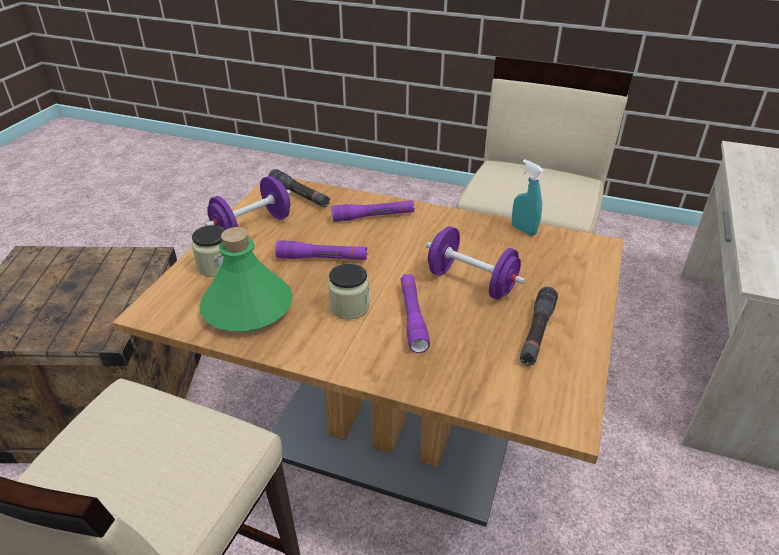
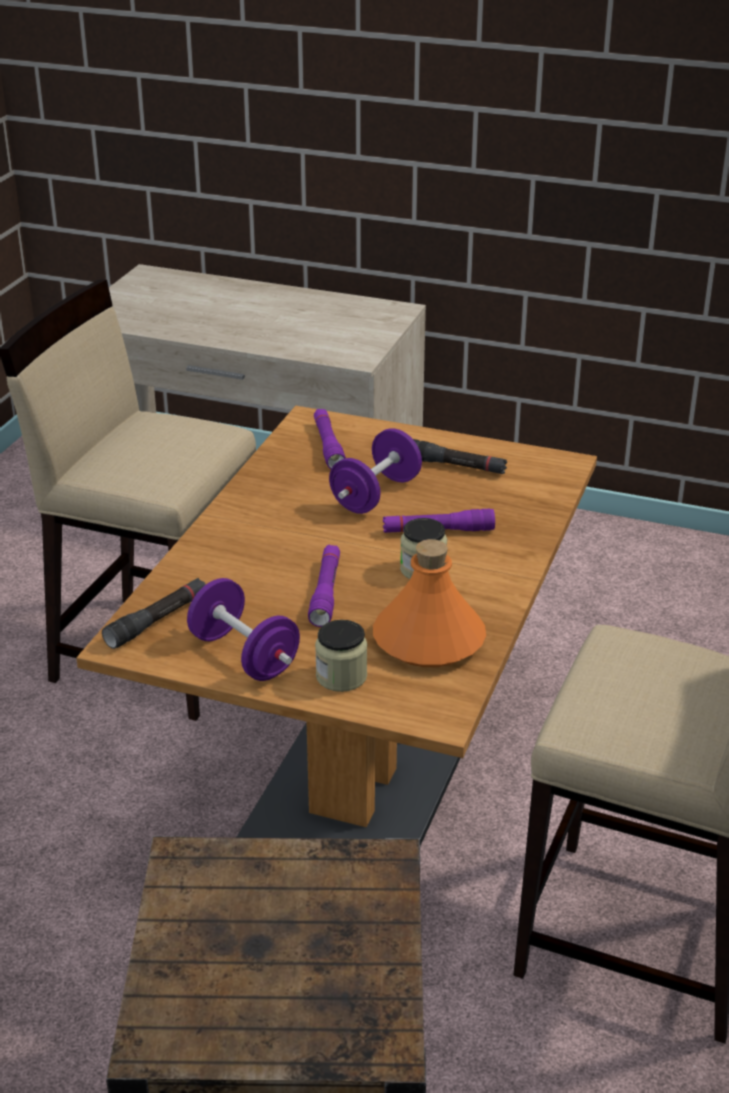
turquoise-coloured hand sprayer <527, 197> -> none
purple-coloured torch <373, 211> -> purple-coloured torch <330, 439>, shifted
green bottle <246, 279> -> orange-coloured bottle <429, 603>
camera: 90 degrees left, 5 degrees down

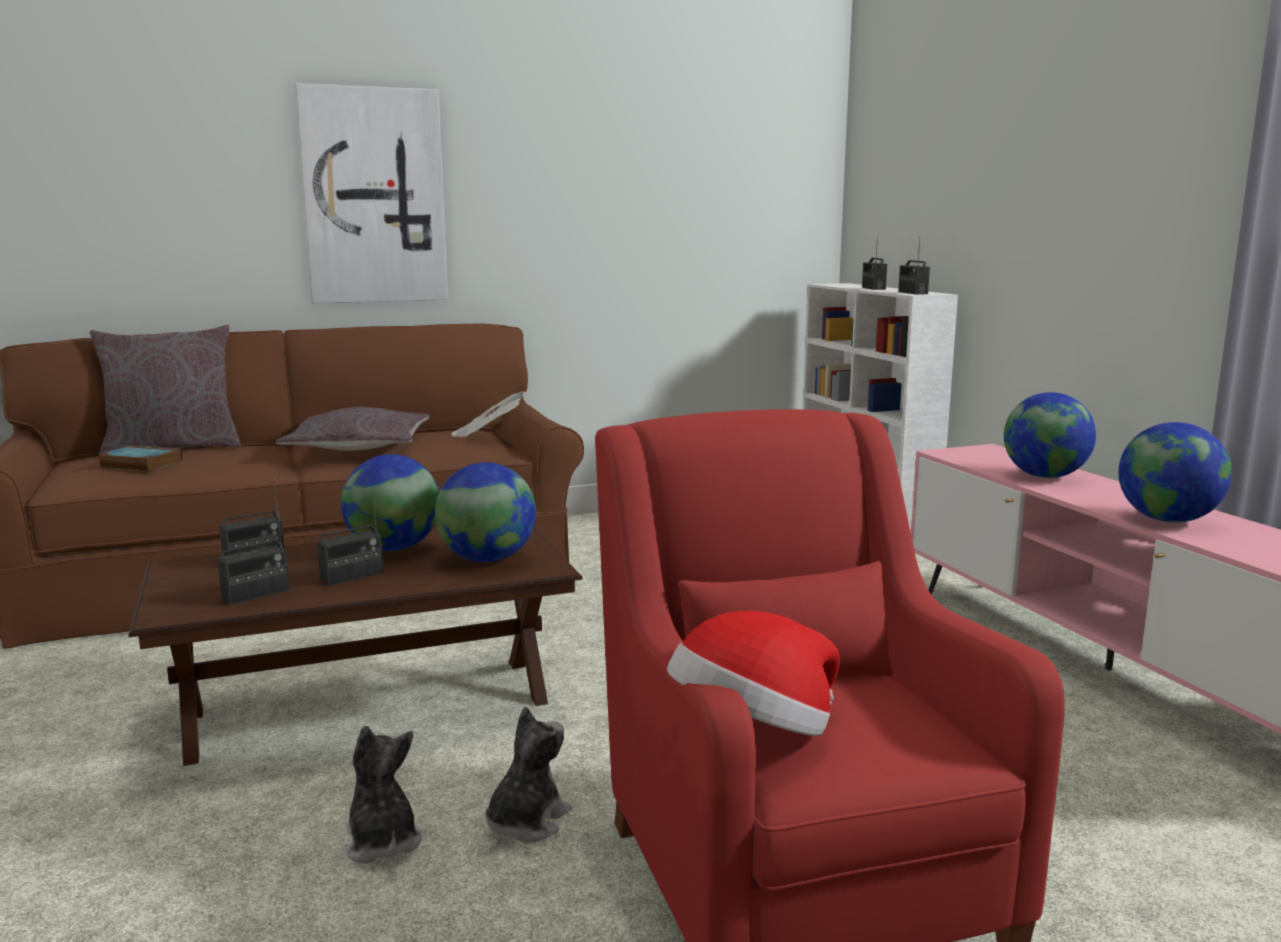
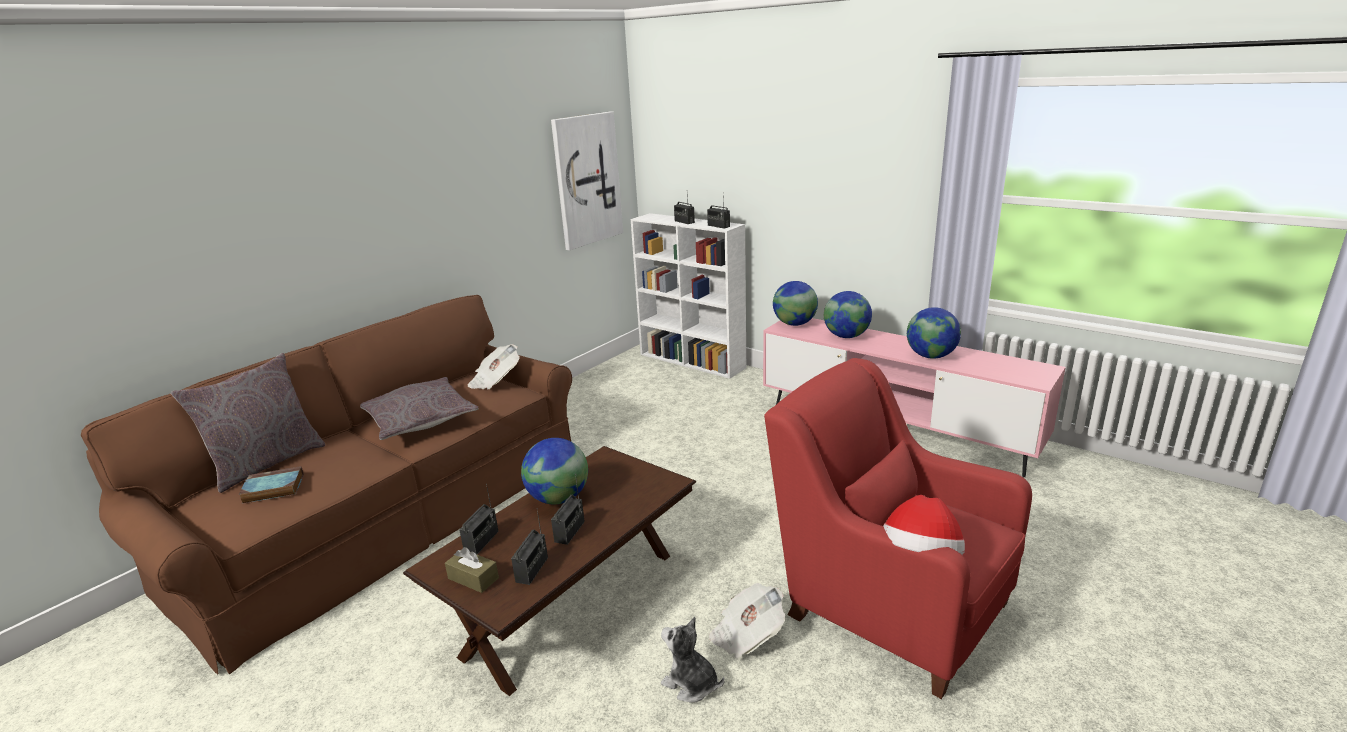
wall art <371, 193> -> wall art <587, 180>, shifted
world globe <485, 512> -> world globe <795, 303>, shifted
soft toy <529, 775> -> newspaper <747, 621>
none -> brown tissue box <472, 570>
camera: 30 degrees left, 10 degrees up

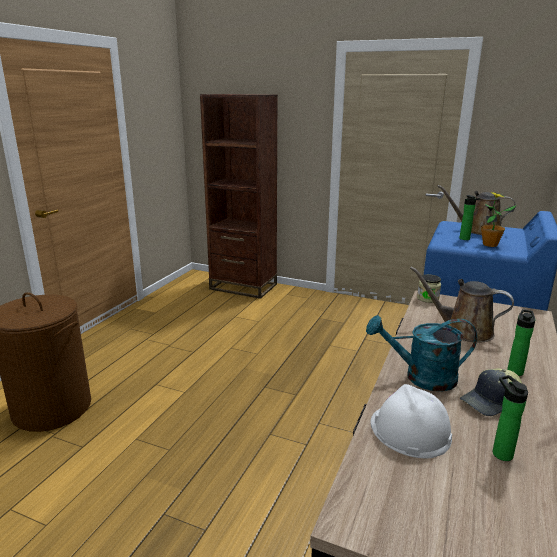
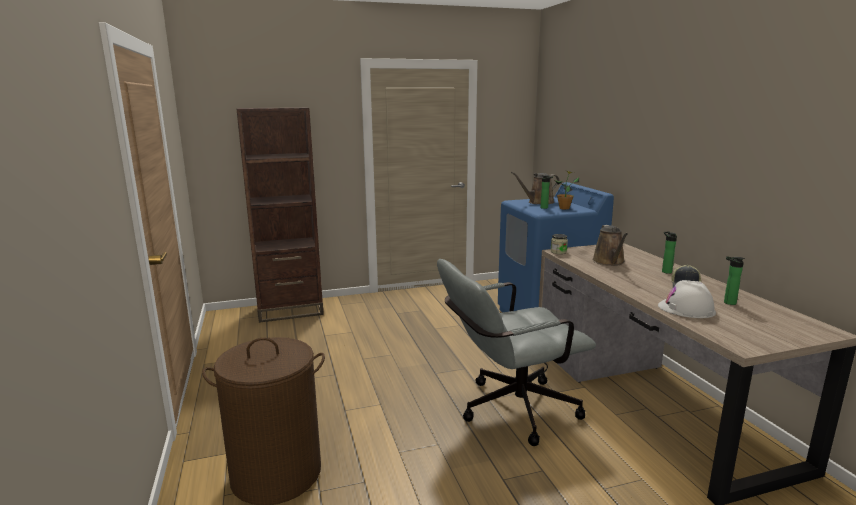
brown watering pot <462, 304> -> brown watering pot <610, 245>, 75 degrees counterclockwise
turquoise-coloured watering pot <421, 353> -> none
none -> greyish computer chair <516, 352>
camera: 40 degrees left, 5 degrees down

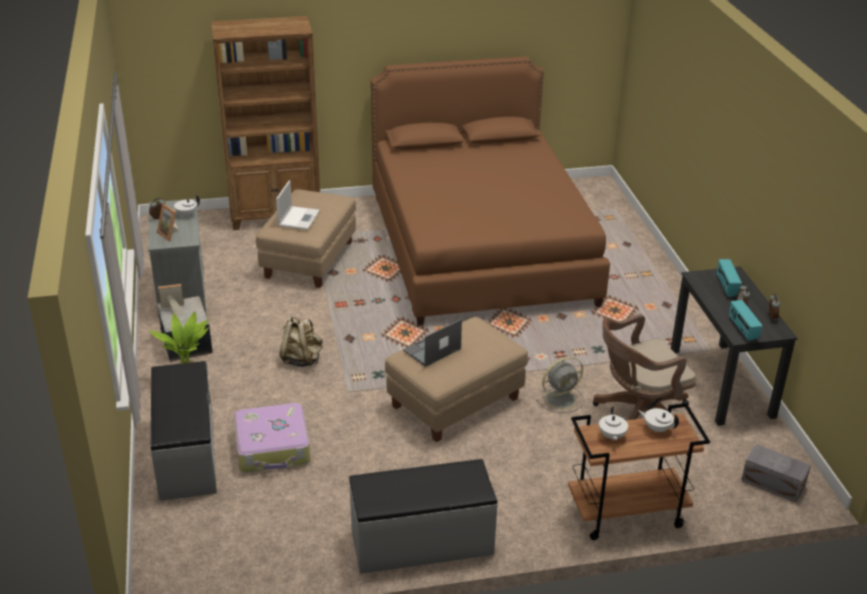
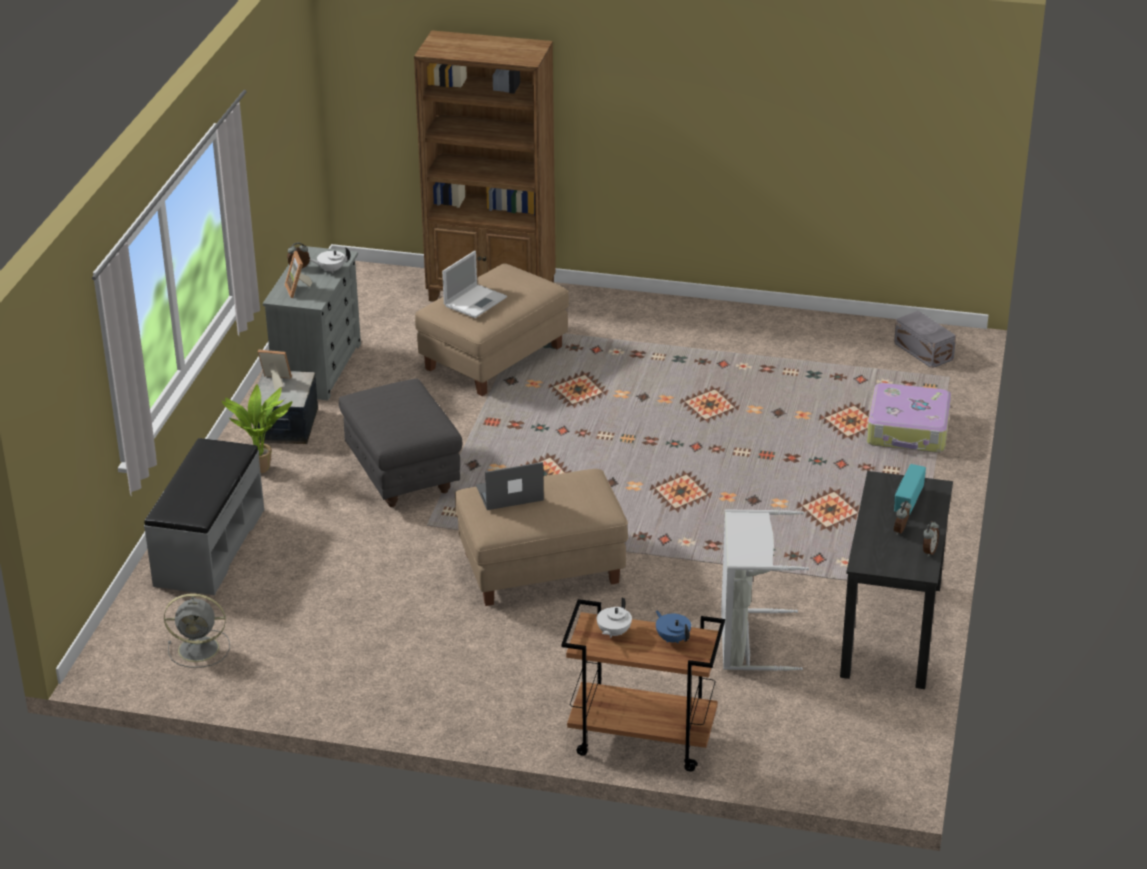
brown bed <490, 191> -> none
radio receiver <746, 320> -> none
brown computer chair <644, 367> -> greyish laundry basket <765, 590>
beige knapsack <301, 341> -> greyish ottoman <400, 442>
greyish cooling fan <560, 385> -> greyish cooling fan <197, 630>, shifted
travel case <272, 437> -> travel case <909, 418>, shifted
whitish teapot <658, 420> -> bluish teapot <673, 627>
greyish storage bin <776, 473> -> greyish storage bin <925, 339>, shifted
greyish indoor bench <423, 516> -> none
camera: 25 degrees right, 0 degrees up

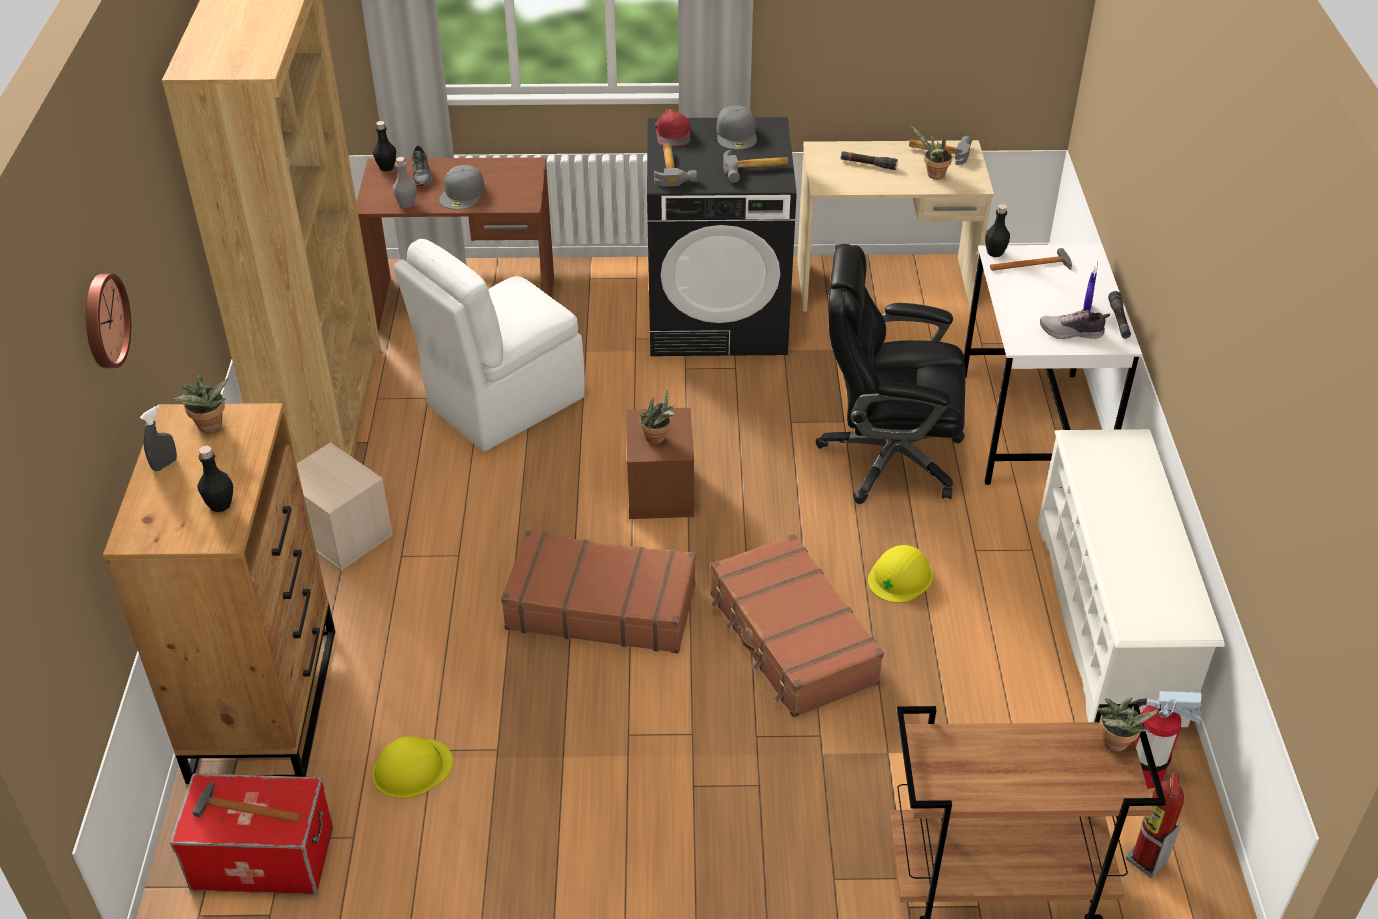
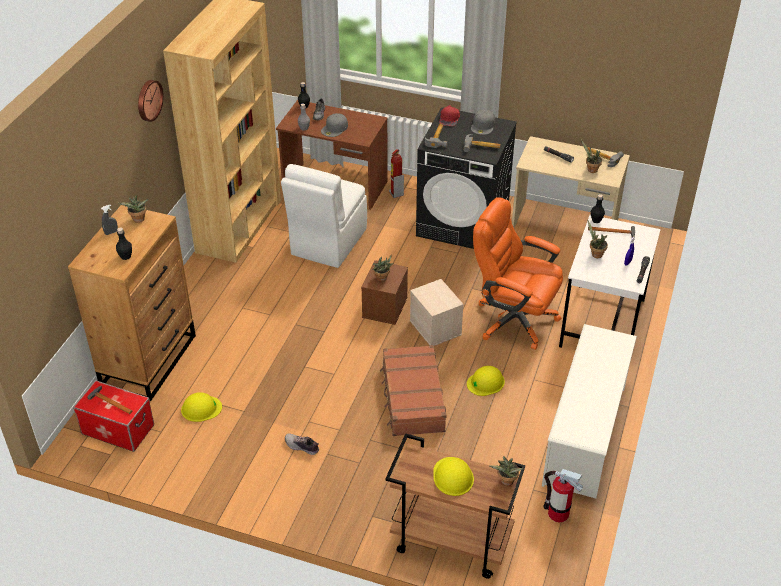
whitish upright chair <489, 345> -> whitish upright chair <324, 216>, 45 degrees counterclockwise
black-coloured computer chair <891, 374> -> orange-coloured computer chair <518, 273>
hanging clock <108, 321> -> hanging clock <151, 101>, shifted
shoe <1075, 324> -> shoe <302, 444>, shifted
beige storage bin <345, 506> -> beige storage bin <437, 312>, shifted
brown travel case <598, 592> -> none
fire-fighting cylinder <1155, 825> -> fire-fighting cylinder <396, 173>, shifted
none -> houseplant <598, 239>
none -> yellowish safety helmet <453, 476>
camera: 20 degrees right, 0 degrees up

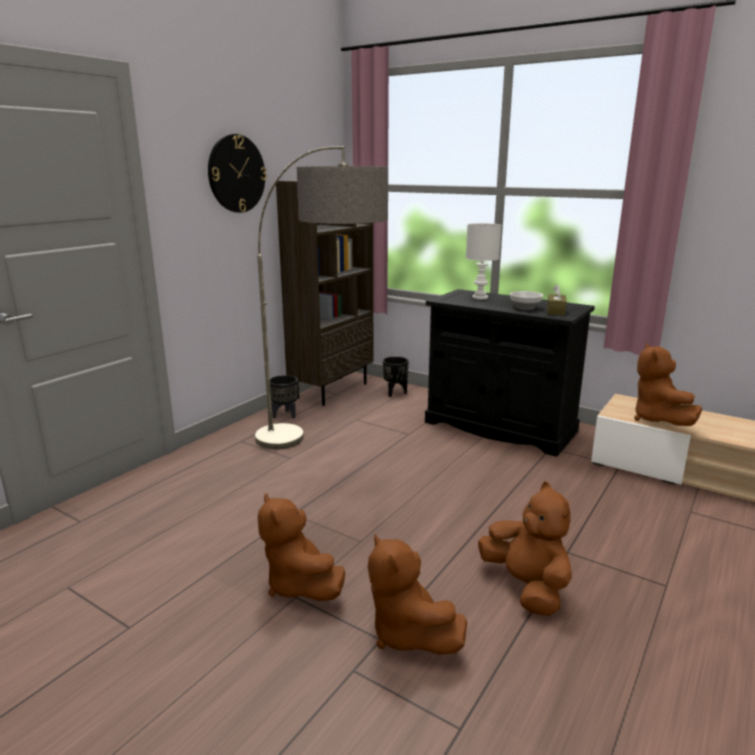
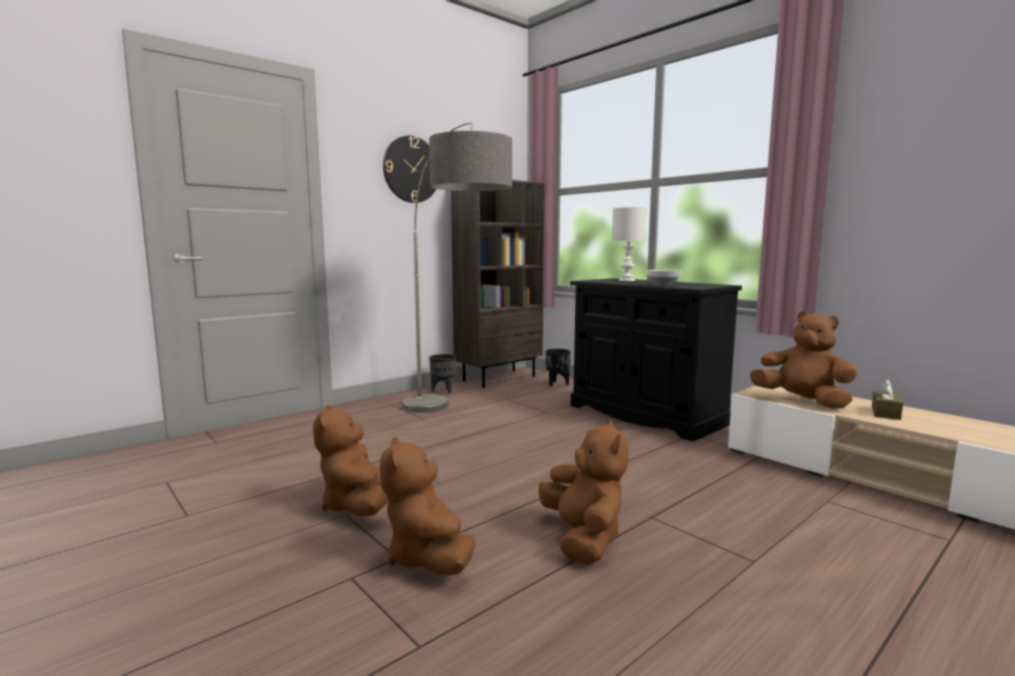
brown tissue box <557, 299> -> brown tissue box <887, 399>, shifted
brown soft toy <668, 384> -> brown soft toy <803, 359>, 120 degrees clockwise
camera: 15 degrees right, 10 degrees down

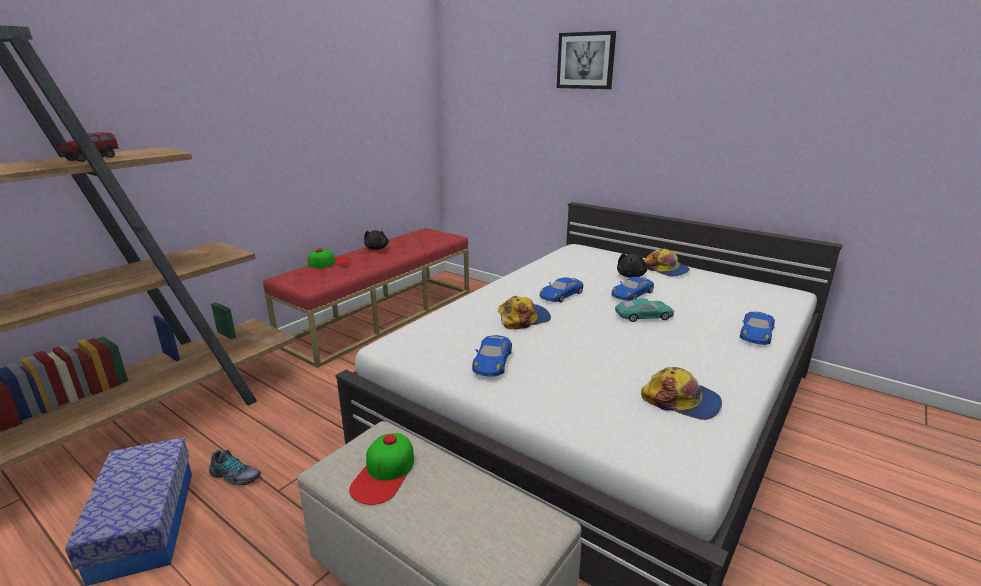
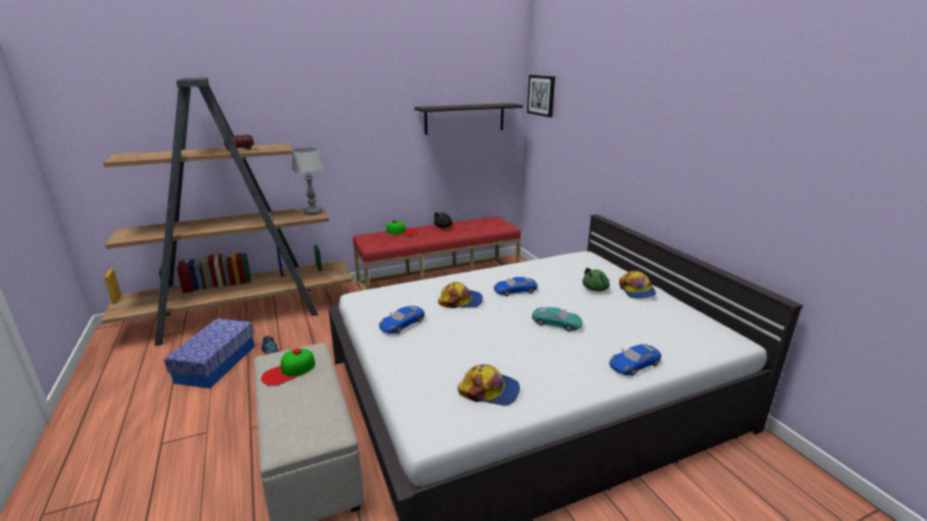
wall art <586, 60> -> wall art <541, 96>, shifted
black-coloured soft toy <632, 265> -> green soft toy <596, 279>
bluish miniature car <633, 289> -> none
peaked cap <681, 393> -> peaked cap <489, 385>, 45 degrees counterclockwise
none -> shelf <468, 119>
none -> table lamp <307, 181>
camera: 30 degrees right, 0 degrees up

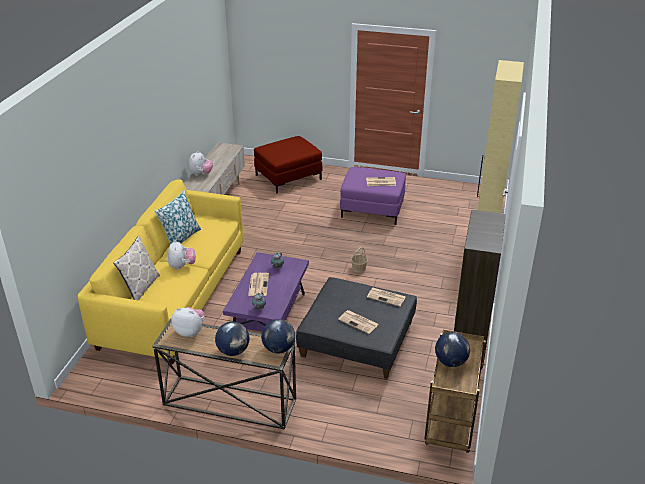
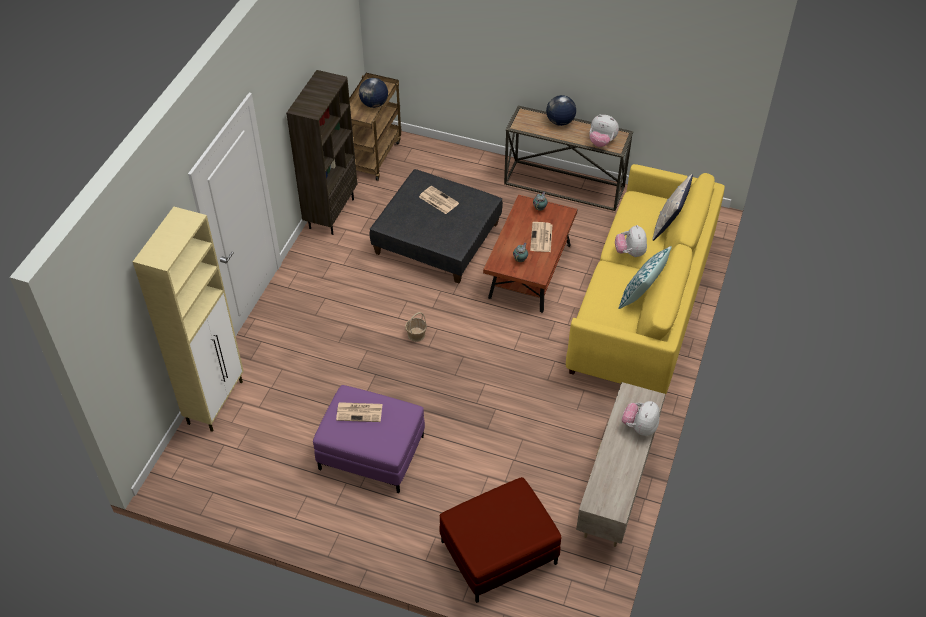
purple-coloured low table <266, 292> -> brown low table <530, 254>
newspaper <386, 297> -> none
world globe <278, 336> -> none
camera: 175 degrees left, 15 degrees up

